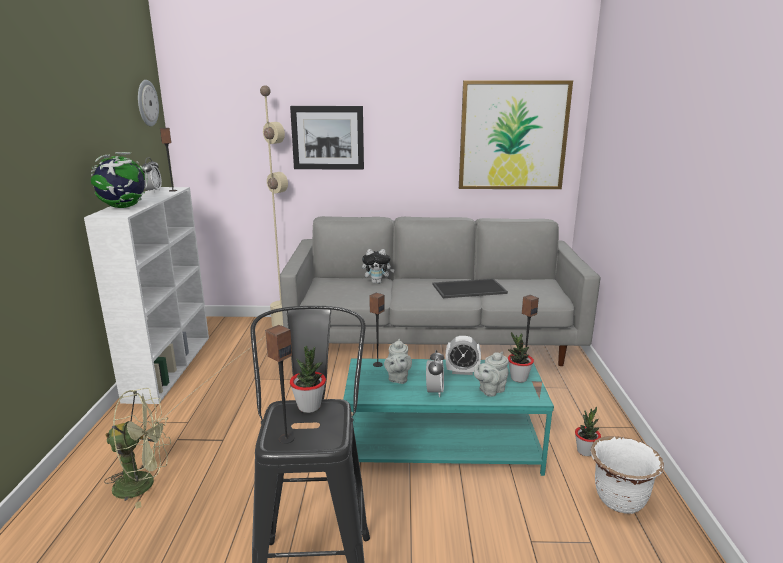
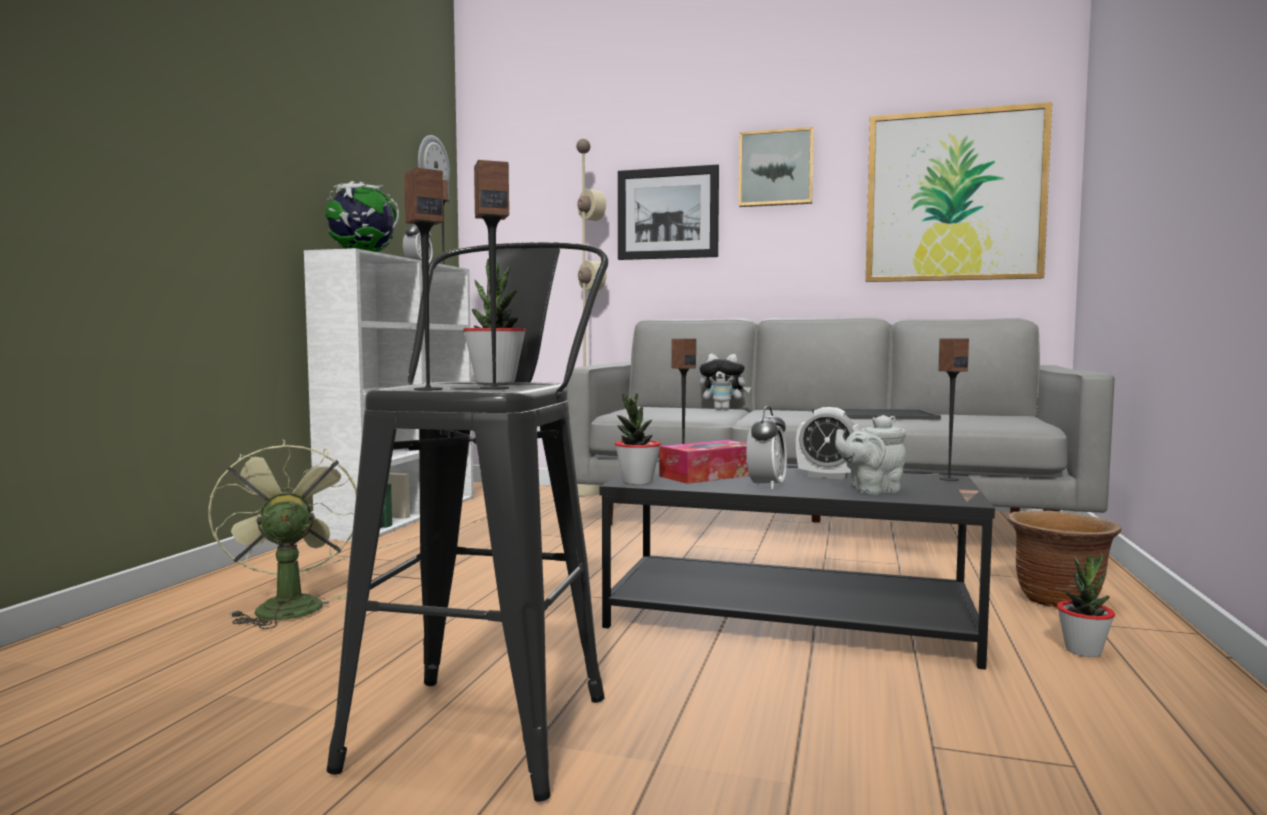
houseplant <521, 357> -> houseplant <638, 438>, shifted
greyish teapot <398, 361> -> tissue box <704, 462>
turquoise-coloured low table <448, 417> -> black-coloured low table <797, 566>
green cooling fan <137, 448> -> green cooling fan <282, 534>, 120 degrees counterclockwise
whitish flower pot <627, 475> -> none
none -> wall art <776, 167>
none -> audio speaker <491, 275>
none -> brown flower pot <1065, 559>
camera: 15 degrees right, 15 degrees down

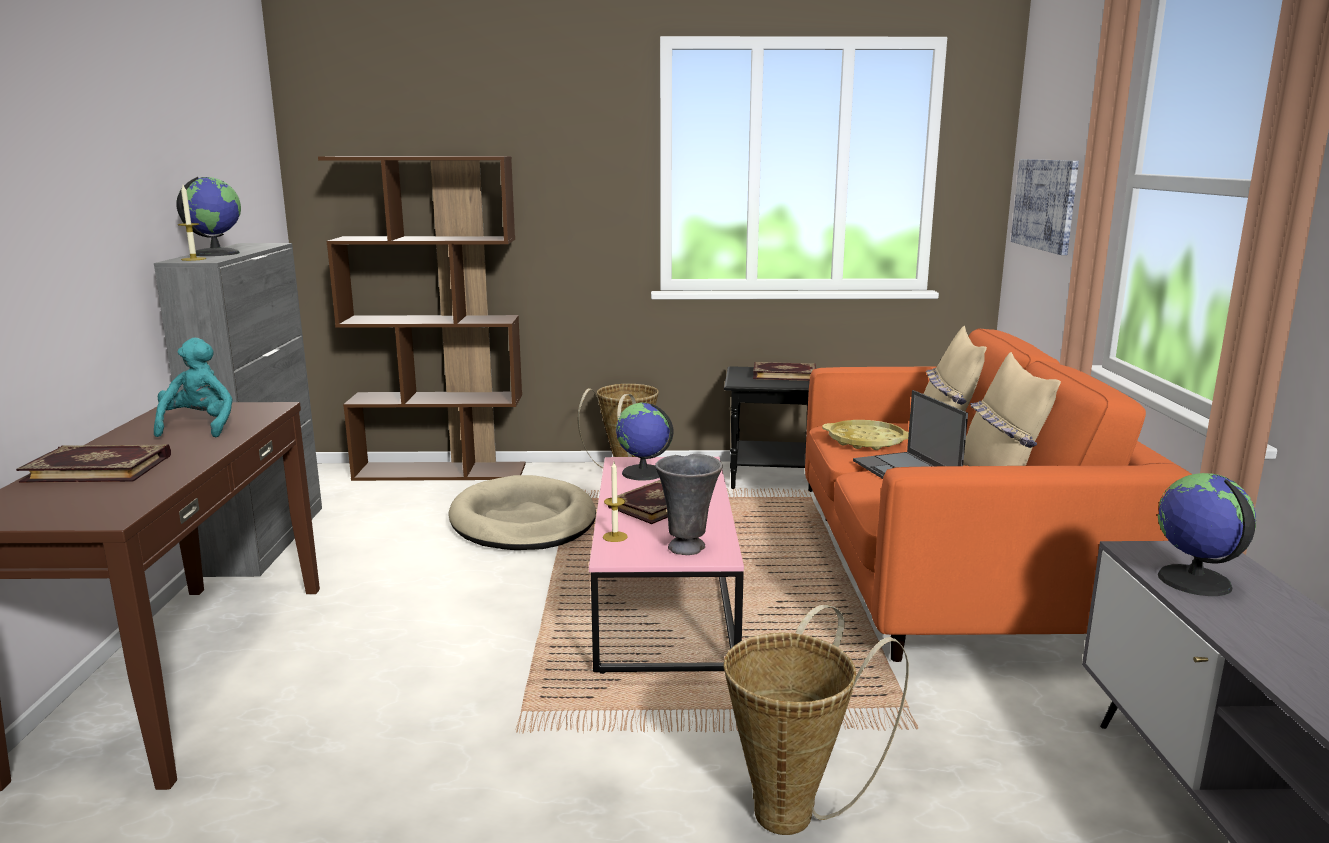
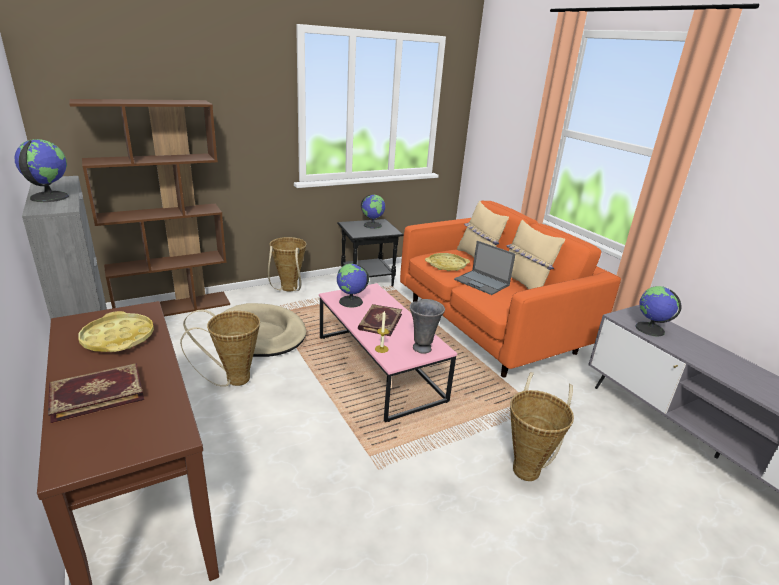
wall art <1045, 207> -> none
wax candle <192, 223> -> none
turquoise-coloured soft toy <193, 388> -> yellowish tray <116, 331>
volume <784, 371> -> world globe <373, 211>
none -> storage basket <220, 348>
camera: 30 degrees left, 10 degrees up

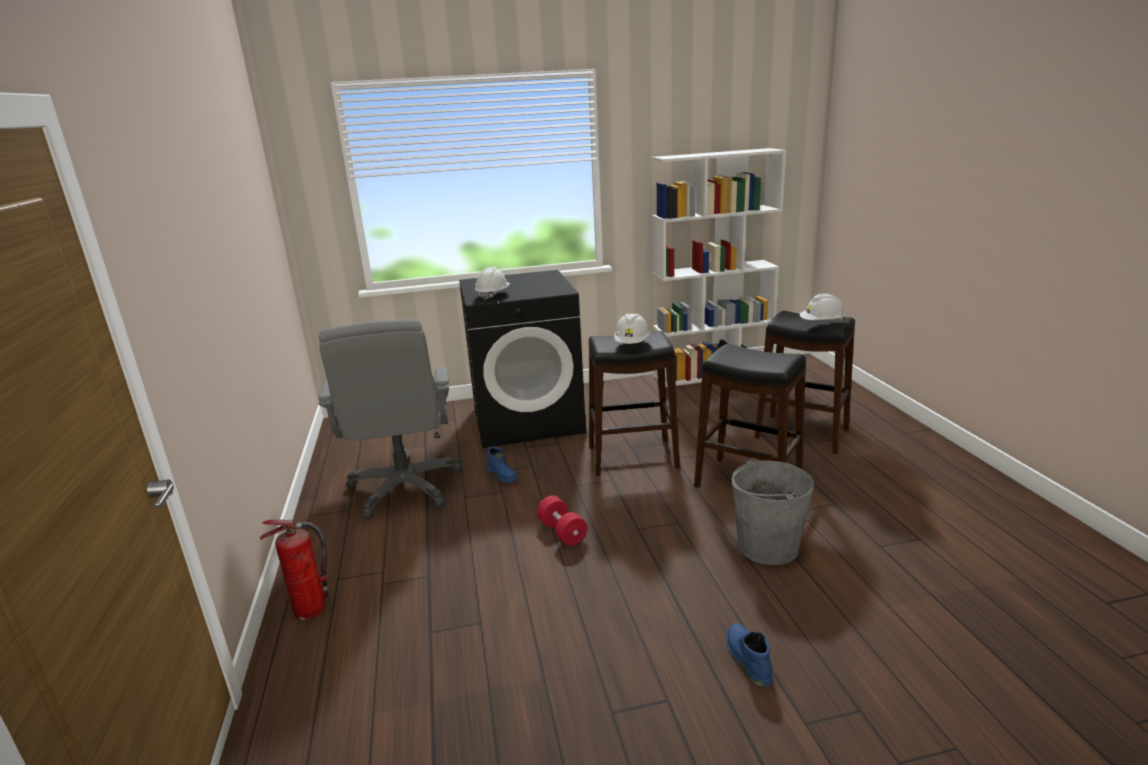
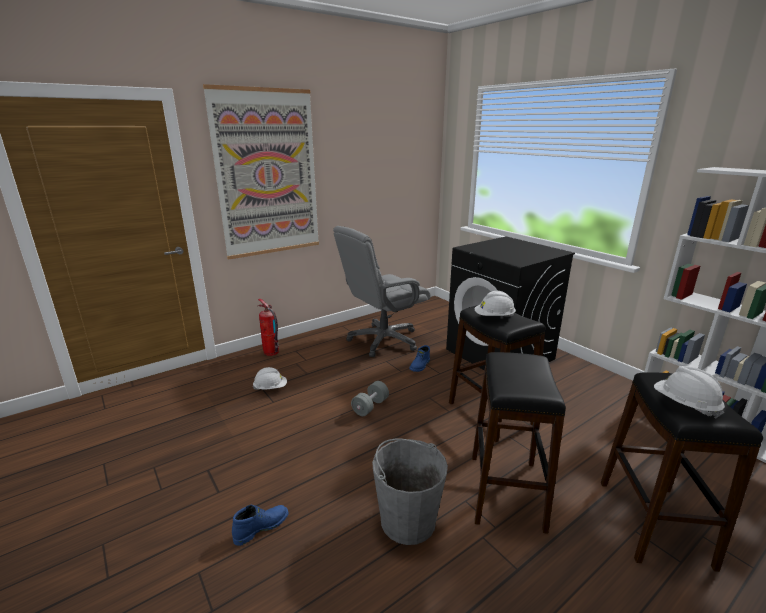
whitish safety helmet <492, 284> -> whitish safety helmet <270, 378>, shifted
red-coloured dumbbell <562, 520> -> greyish dumbbell <370, 398>
none -> wall art <261, 172>
camera: 65 degrees right, 0 degrees up

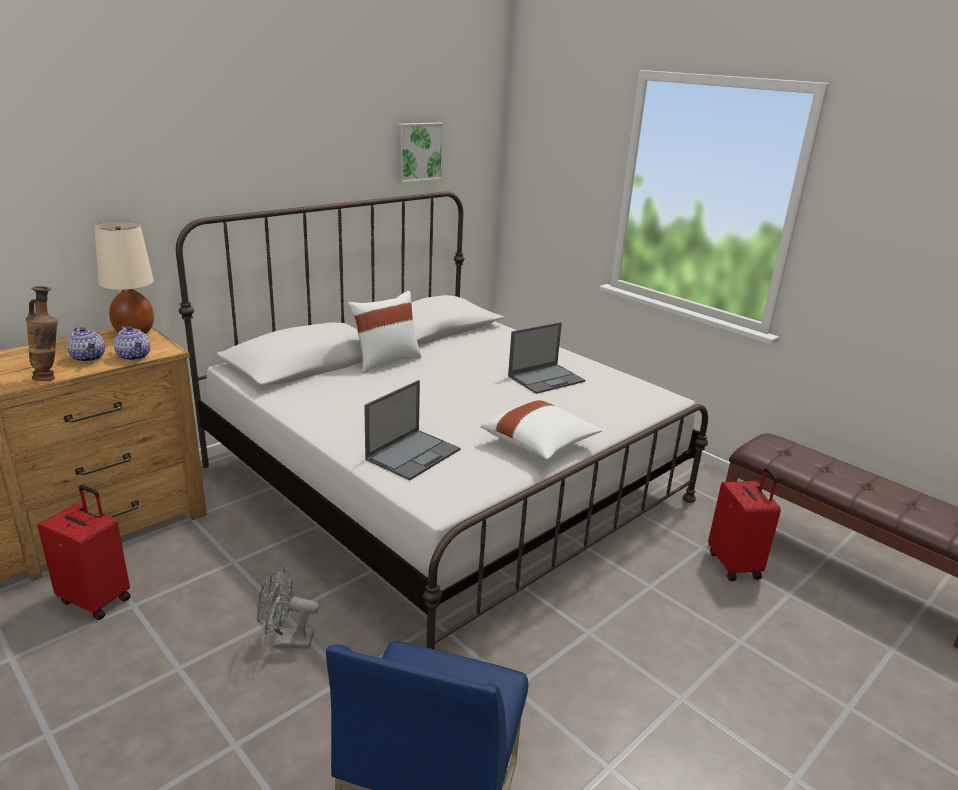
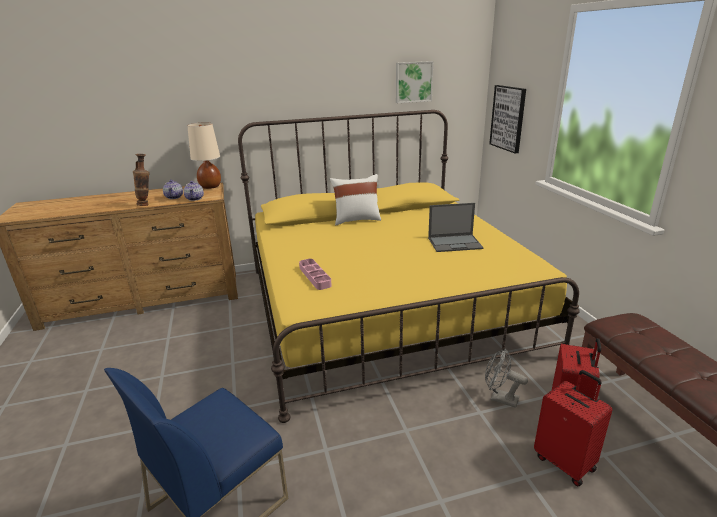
whitish bed <442, 420> -> yellowish bed <409, 266>
notebook computer <412, 430> -> pinkish tray <315, 274>
whitish cushion <541, 430> -> none
red-coloured travel case <84, 552> -> red-coloured travel case <573, 428>, shifted
greyish cooling fan <288, 608> -> greyish cooling fan <506, 378>, shifted
none -> wall art <507, 119>
camera: 30 degrees right, 0 degrees up

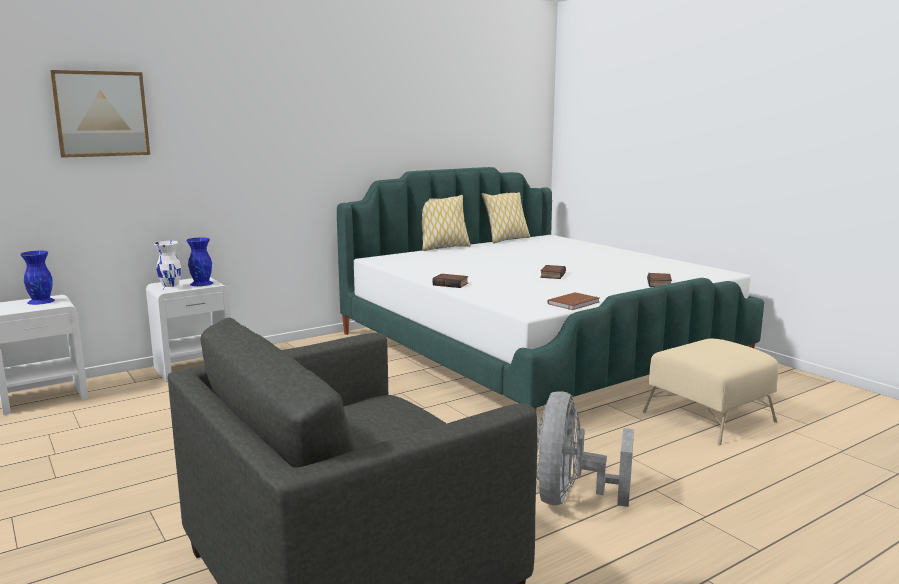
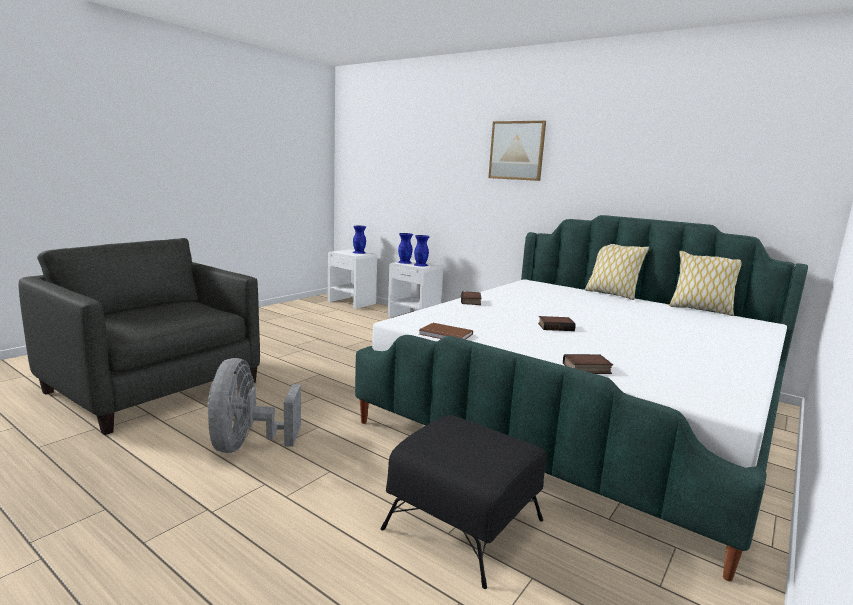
wall art <100, 114> -> wall art <517, 151>, shifted
whitish flower vase <168, 266> -> bluish flower vase <405, 248>
beige ottoman <711, 392> -> black-coloured ottoman <463, 502>
greyish cooling fan <585, 449> -> greyish cooling fan <254, 405>, 90 degrees counterclockwise
camera: 70 degrees right, 0 degrees up

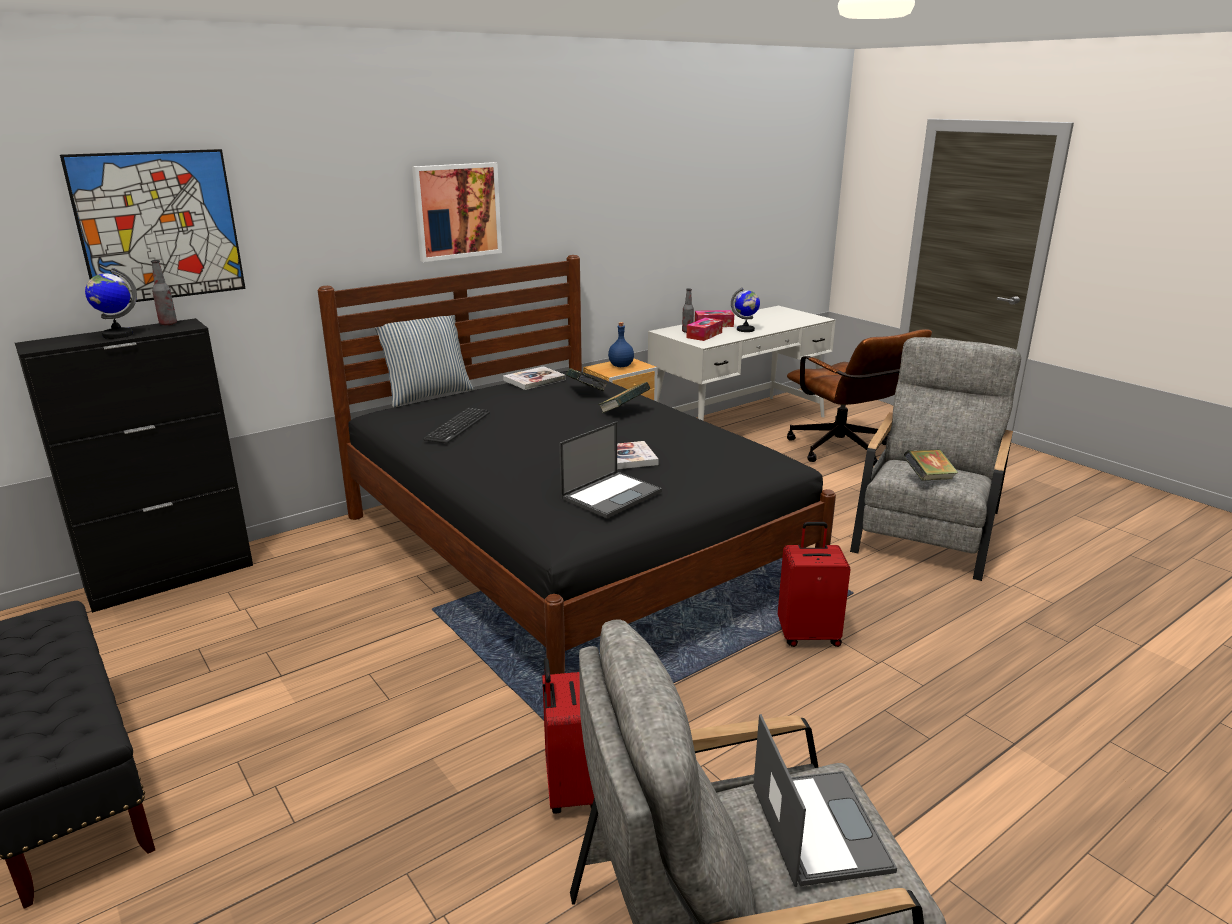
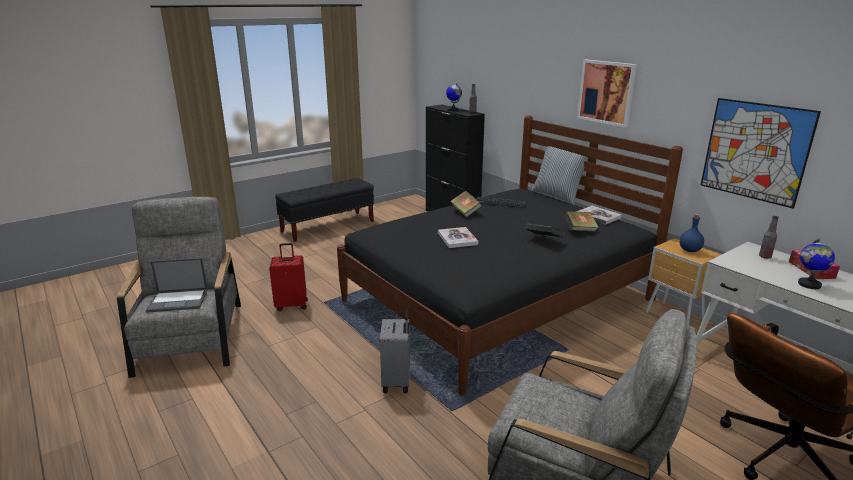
wall art <153, 226> -> wall art <761, 153>, shifted
tissue box <704, 329> -> none
notebook computer <610, 469> -> none
volume <931, 465> -> volume <466, 204>, shifted
red-coloured travel case <814, 584> -> greyish travel case <395, 351>
camera: 90 degrees right, 0 degrees up

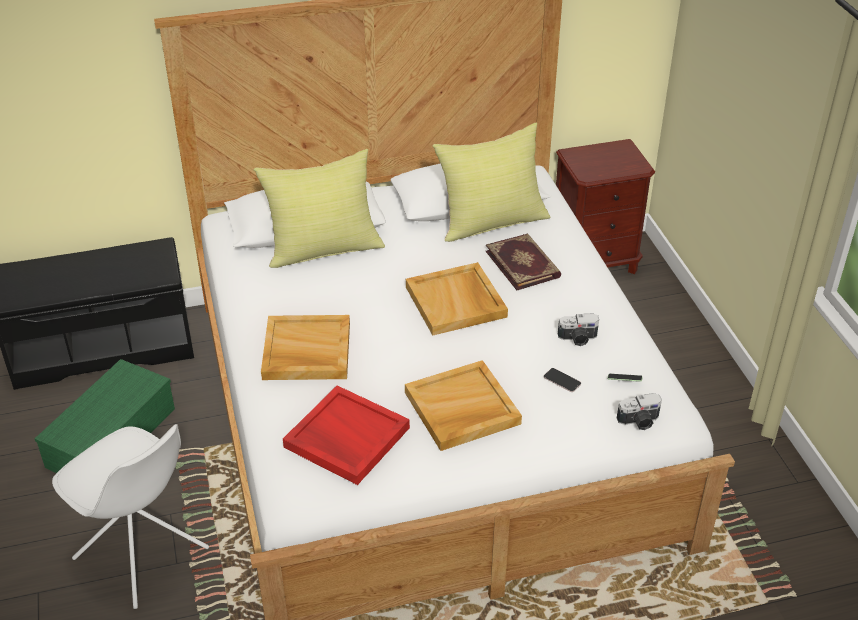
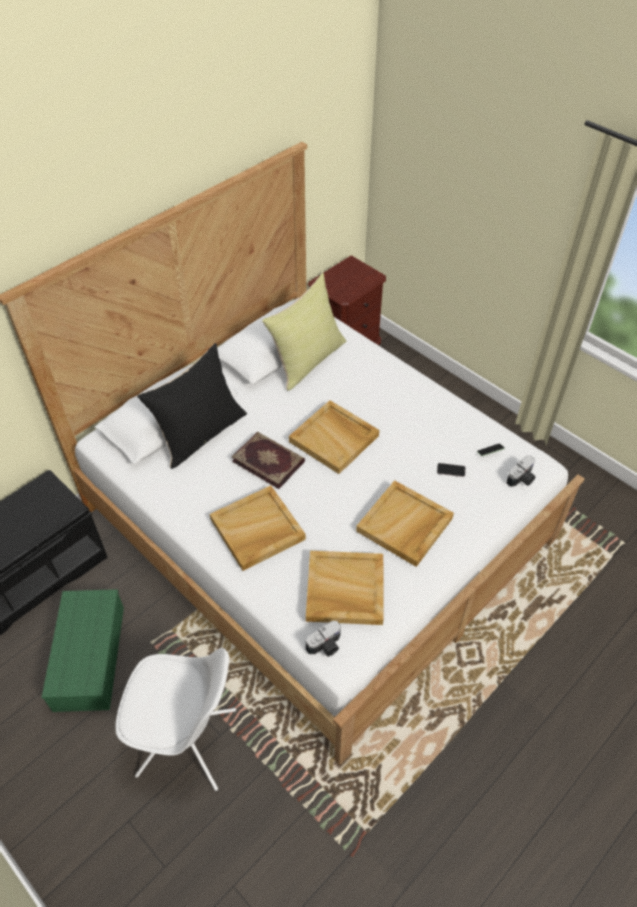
yellowish cushion <319, 208> -> black-coloured cushion <192, 406>
volume <523, 262> -> volume <268, 460>, shifted
photo camera <578, 330> -> photo camera <323, 639>, shifted
red-coloured tray <346, 435> -> beige tray <344, 588>
camera: 30 degrees left, 10 degrees up

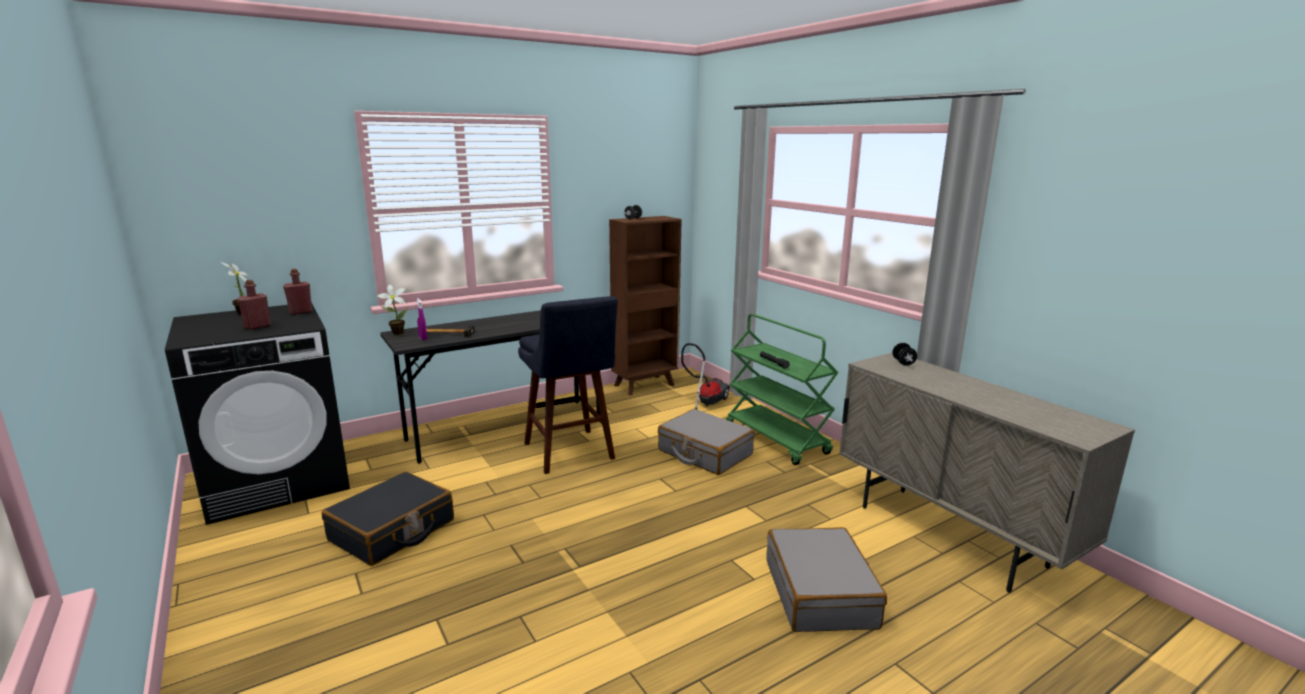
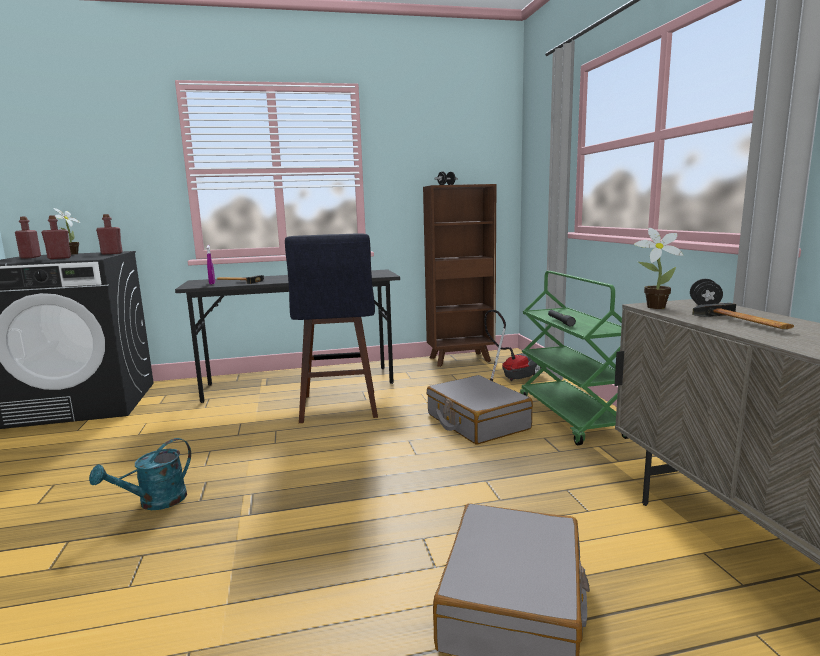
houseplant <392, 310> -> houseplant <659, 268>, shifted
black-coloured travel case <388, 519> -> none
none -> red-coloured bottle <28, 238>
none -> tool hammer <743, 316>
none -> turquoise-coloured watering pot <140, 474>
camera: 20 degrees right, 5 degrees down

